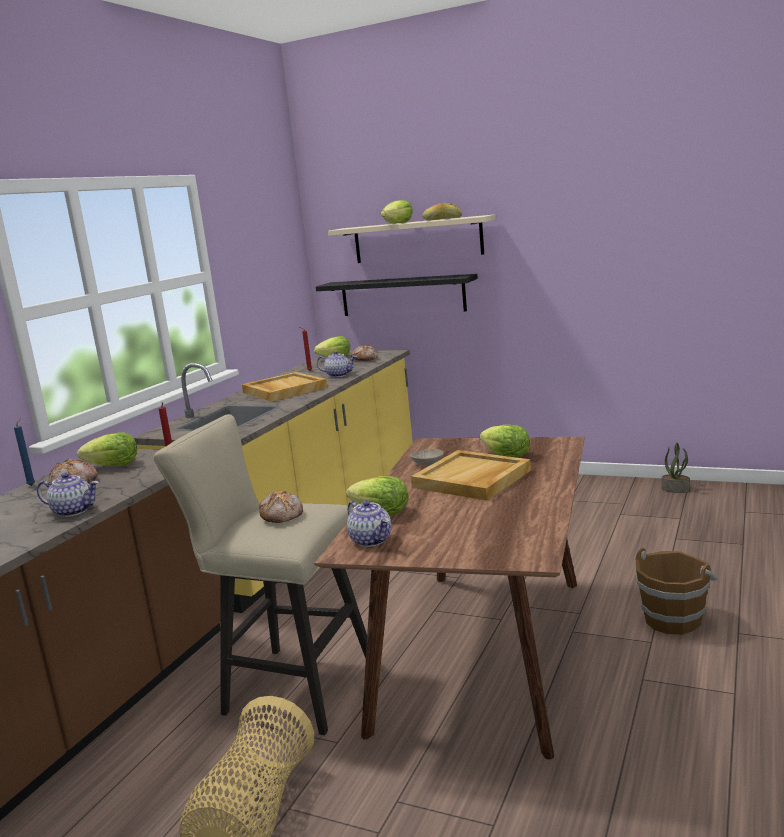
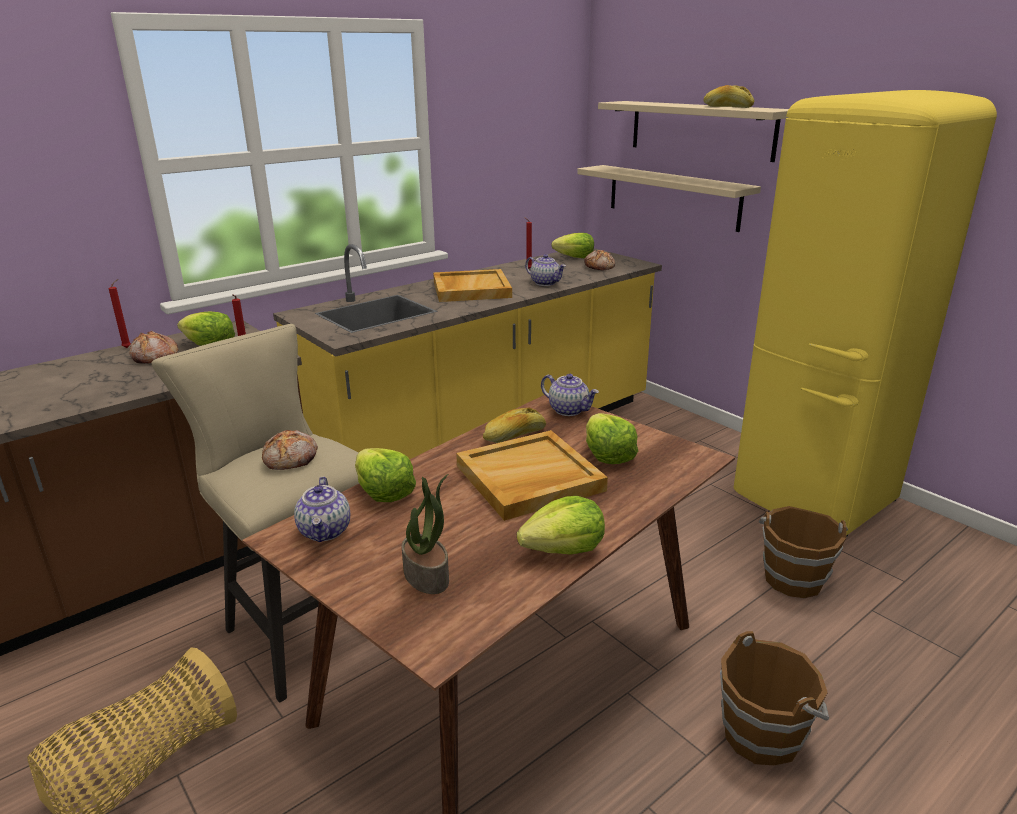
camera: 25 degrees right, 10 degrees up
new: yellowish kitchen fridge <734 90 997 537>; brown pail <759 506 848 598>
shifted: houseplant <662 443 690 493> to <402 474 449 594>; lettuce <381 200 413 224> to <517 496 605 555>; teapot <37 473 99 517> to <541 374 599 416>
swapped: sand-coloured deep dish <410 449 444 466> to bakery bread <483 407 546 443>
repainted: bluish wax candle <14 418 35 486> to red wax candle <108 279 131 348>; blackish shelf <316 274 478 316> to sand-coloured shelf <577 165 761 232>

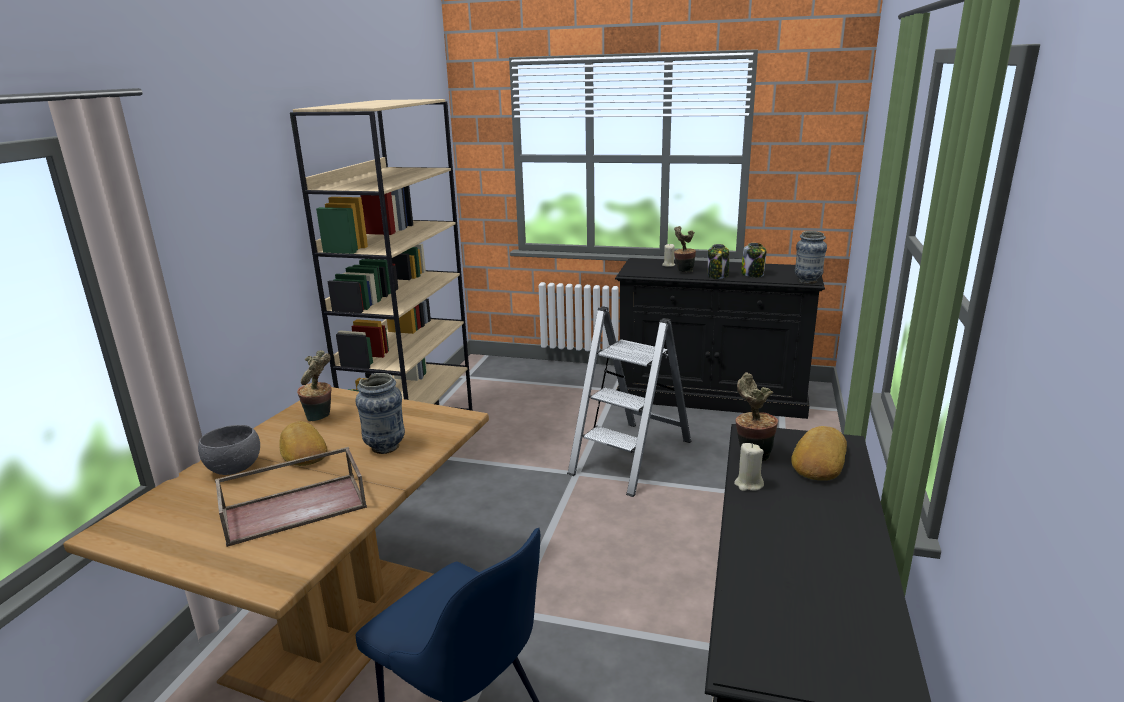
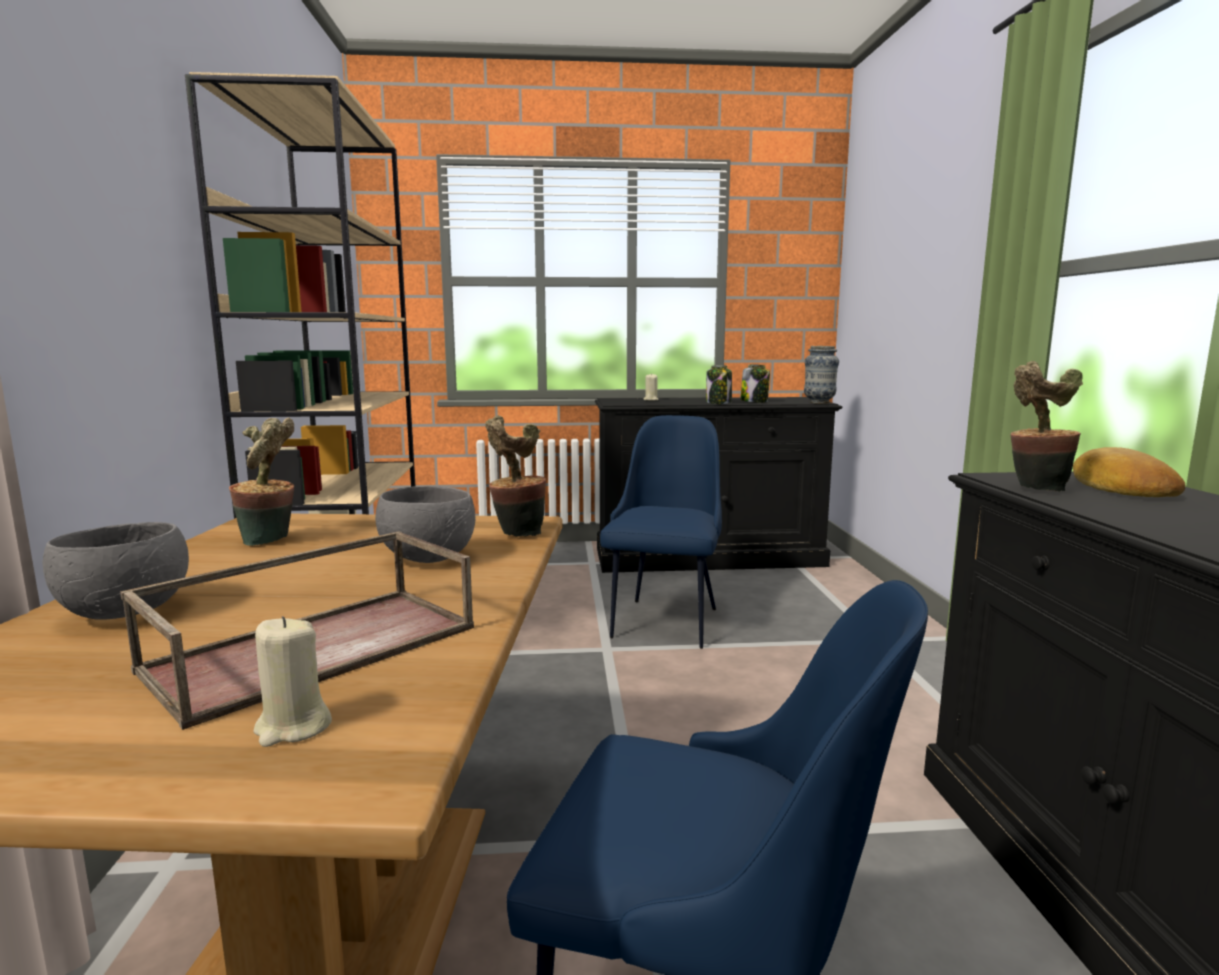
camera: 20 degrees left, 10 degrees down
gone: bakery bread <279 421 328 466>
shifted: sand-coloured wax candle <734 443 764 491> to <254 616 332 747>; houseplant <674 226 696 272> to <485 415 546 537>
swapped: decorative vase <355 373 405 454> to gray deep dish <375 486 475 563>; gray step stool <567 306 691 497> to bluish plain chair <600 415 722 649>

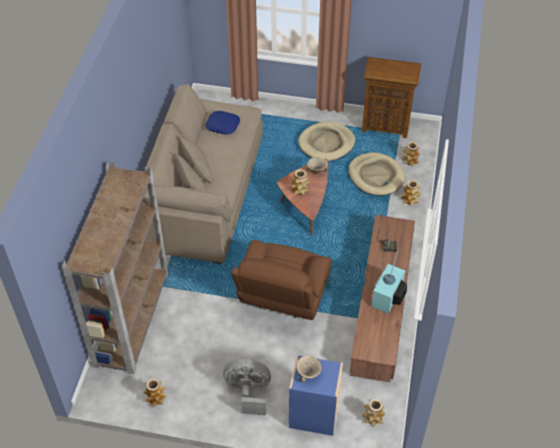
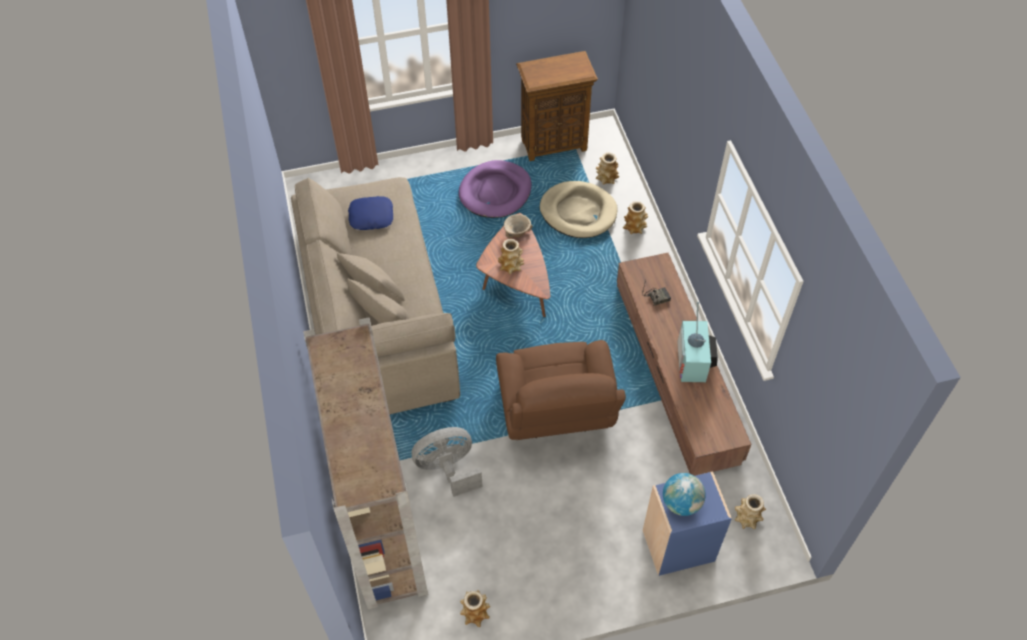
camera: 25 degrees left, 5 degrees up
shifted: gray cooling fan <223 359 271 415> to <412 427 483 497>
swapped: sand-coloured deep dish <296 355 321 382> to world globe <663 473 706 516>
repainted: sand-coloured dog bed <298 122 355 161> to purple-coloured dog bed <459 160 532 218>

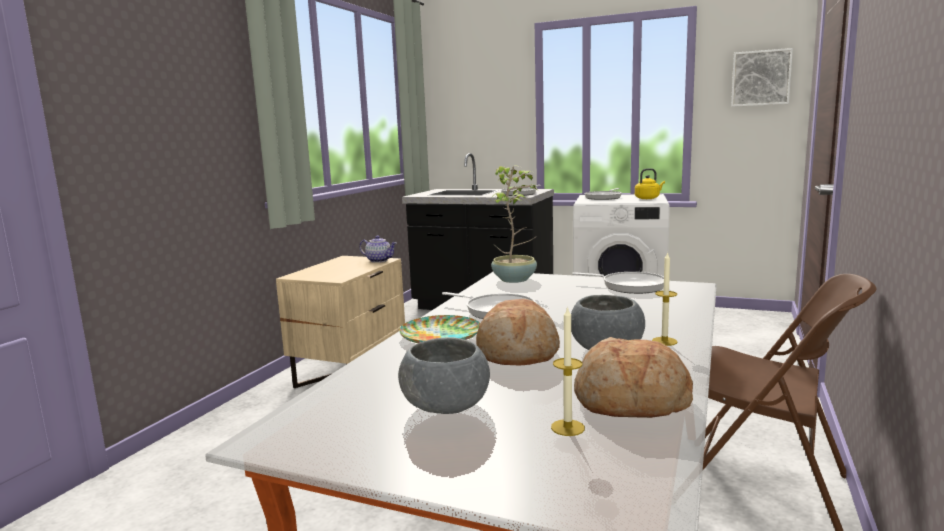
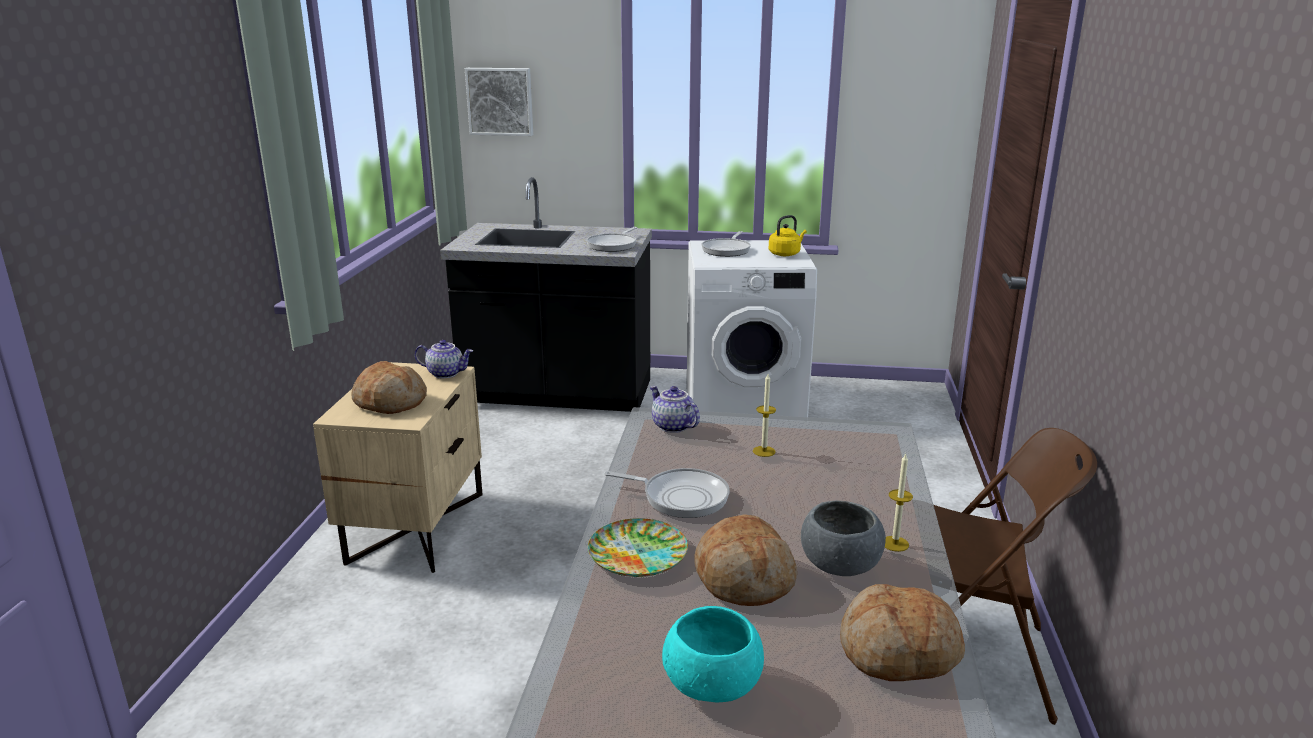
camera: 15 degrees left, 10 degrees up
gone: pan <572 272 664 294>
new: bakery bread <351 361 427 414>
shifted: wall picture <731 48 793 107> to <465 68 533 136>; wax candle <551 306 585 436> to <753 374 776 457>
swapped: houseplant <490 165 538 283> to teapot <650 386 700 433>
repainted: gray deep dish <398 337 490 414> to turquoise-coloured deep dish <662 606 764 702>

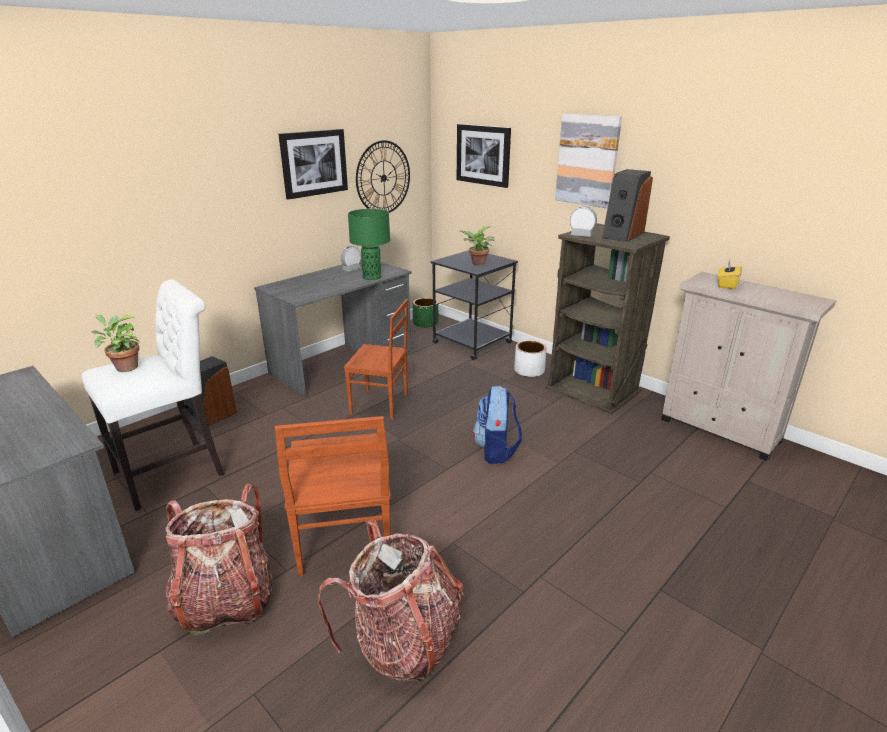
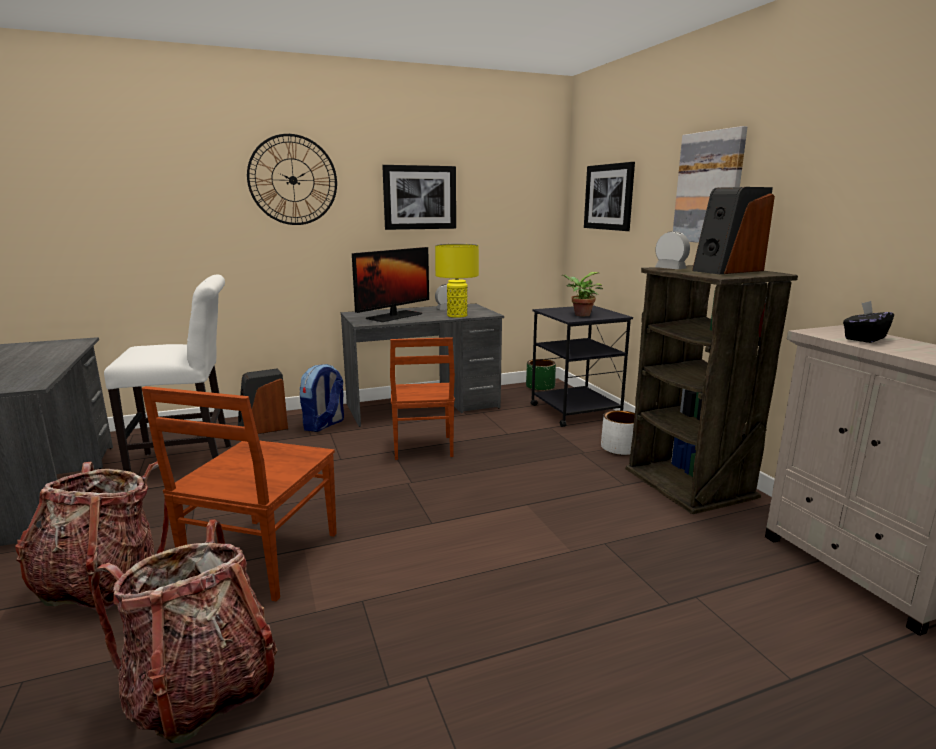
camera: 25 degrees right, 10 degrees down
gone: houseplant <91 315 141 372>
new: computer display <352 247 429 322>
shifted: hanging clock <356 140 410 213> to <247 134 337 225>; rucksack <473 386 522 464> to <299 364 344 432>
repainted: green table lamp <348 209 390 280> to yellowish table lamp <435 244 479 318>; yellowish tissue holder <718 260 742 289> to blackish tissue holder <843 301 894 343>
rotated: brown plain chair <344 299 408 420> = <390 337 455 460> 45 degrees clockwise

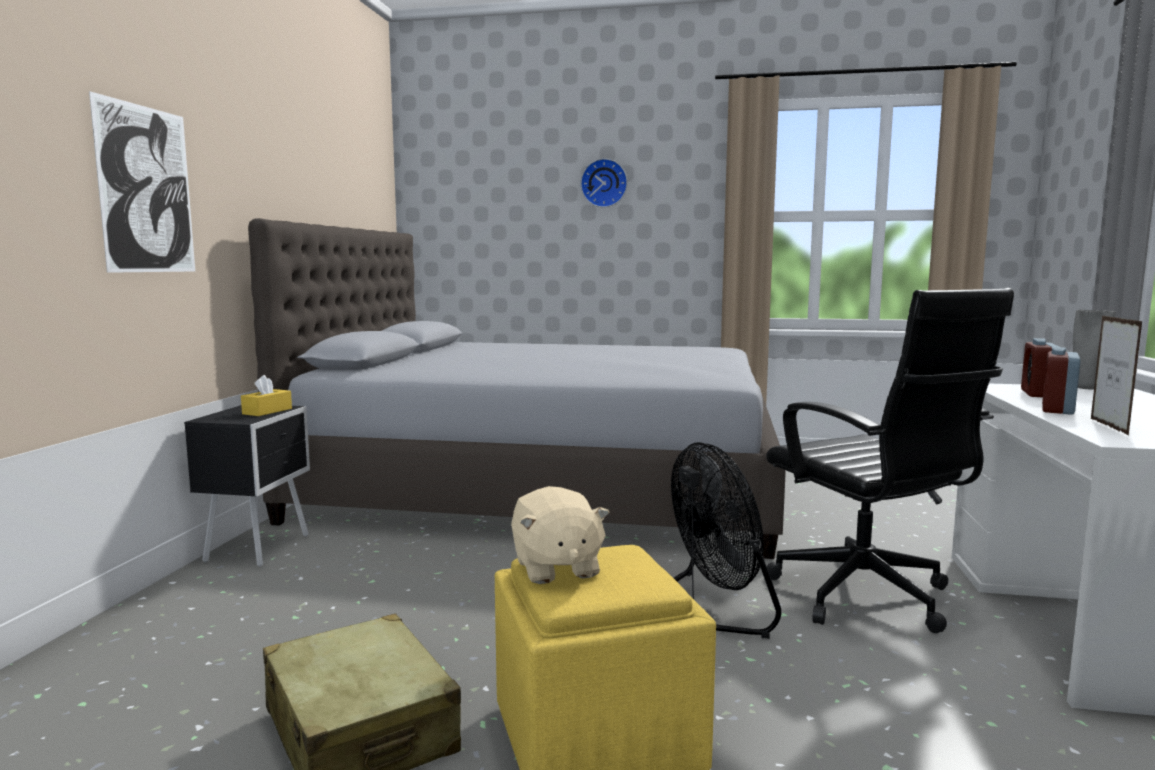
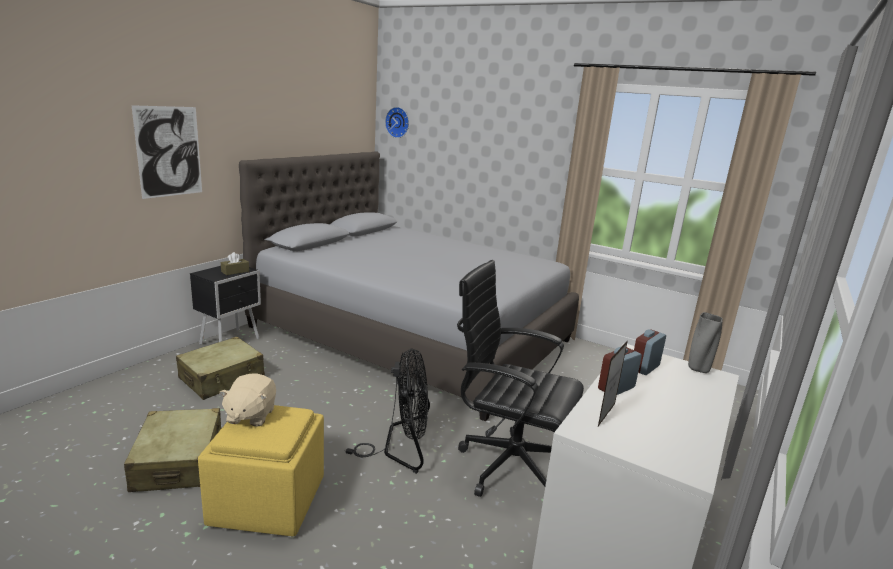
camera: 20 degrees right, 10 degrees up
new: sand-coloured suitcase <176 337 265 400>
shifted: hanging clock <580 158 628 208> to <385 107 409 138>
repainted: yellowish tissue holder <241 375 292 416> to brown tissue holder <221 252 249 275>
rotated: blackish computer chair <766 288 1014 633> = <457 260 584 497> 120 degrees clockwise

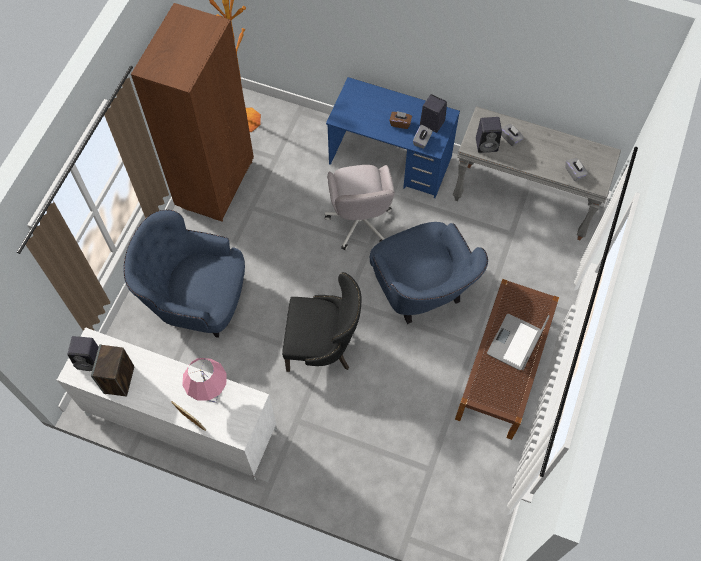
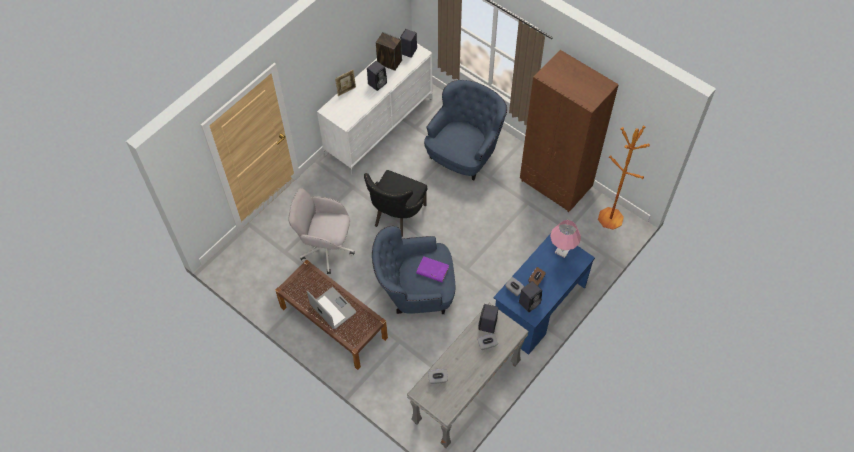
camera: 110 degrees right, 5 degrees down
new: blackish loudspeaker <367 61 387 91>; purple-coloured volume <416 256 449 282>
shifted: gray computer chair <325 165 395 250> to <289 188 355 274>; pink-coloured table lamp <182 358 227 403> to <550 220 581 258>

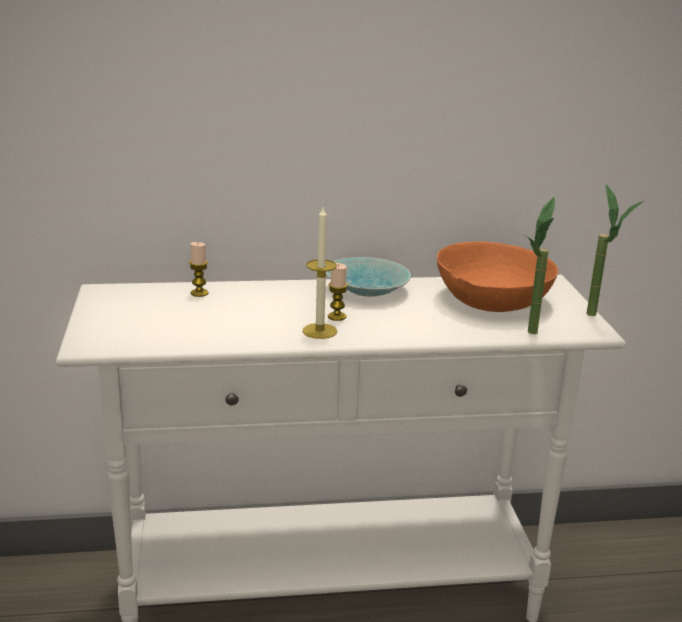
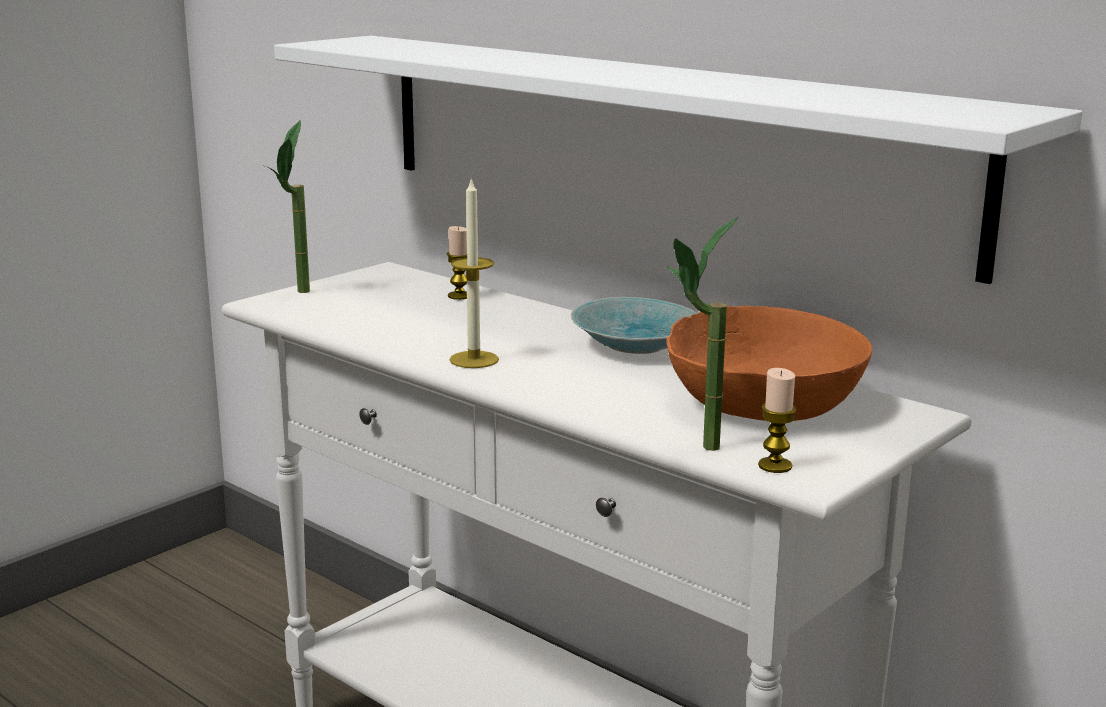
camera: 50 degrees right, 5 degrees down
new: white shelf <274 36 1082 284>
shifted: houseplant <586 184 643 316> to <265 120 310 293>; wax candle <328 263 348 321> to <758 368 797 473>

